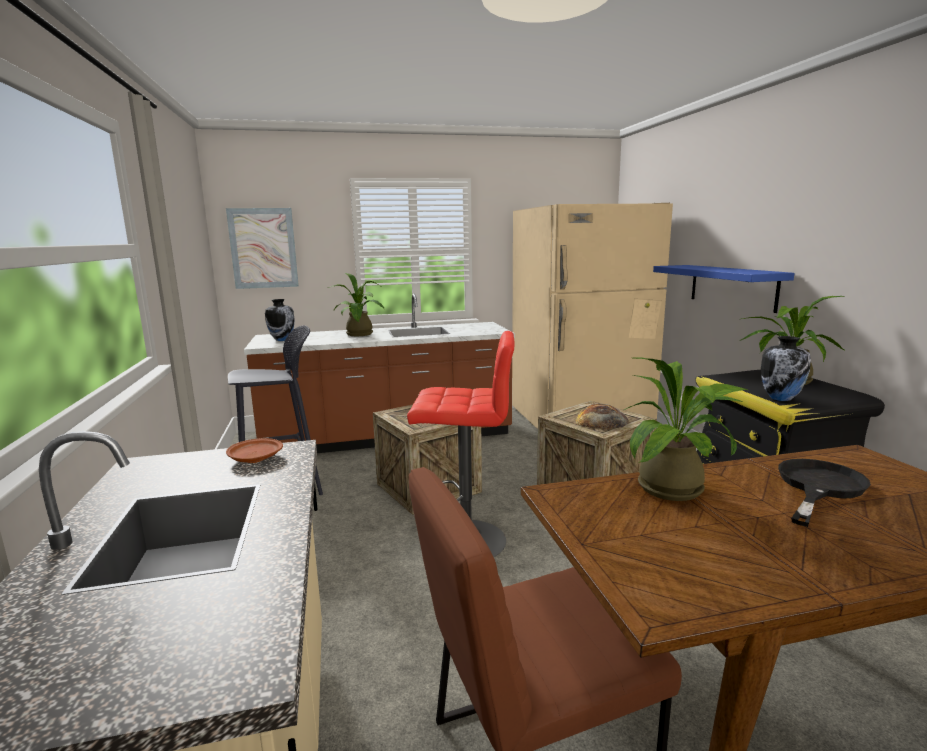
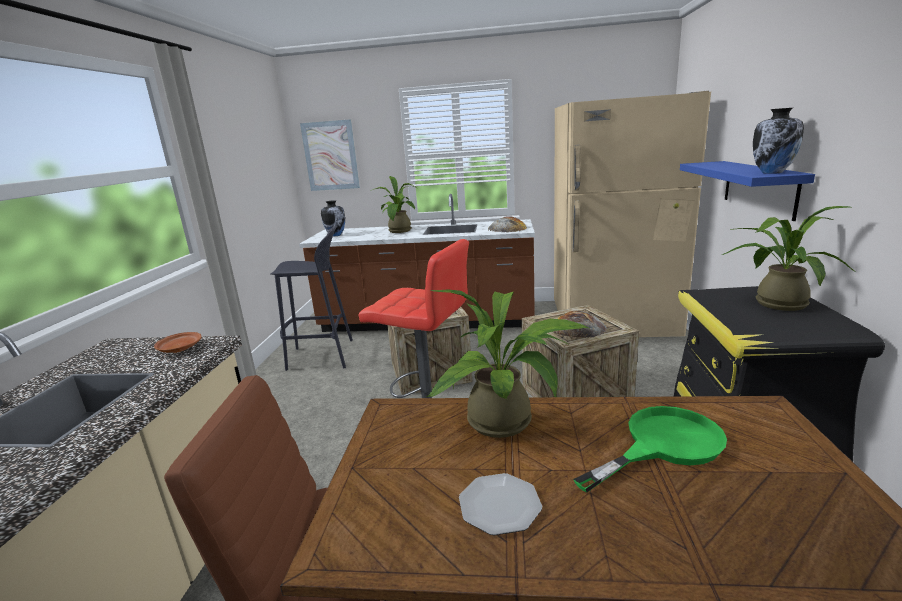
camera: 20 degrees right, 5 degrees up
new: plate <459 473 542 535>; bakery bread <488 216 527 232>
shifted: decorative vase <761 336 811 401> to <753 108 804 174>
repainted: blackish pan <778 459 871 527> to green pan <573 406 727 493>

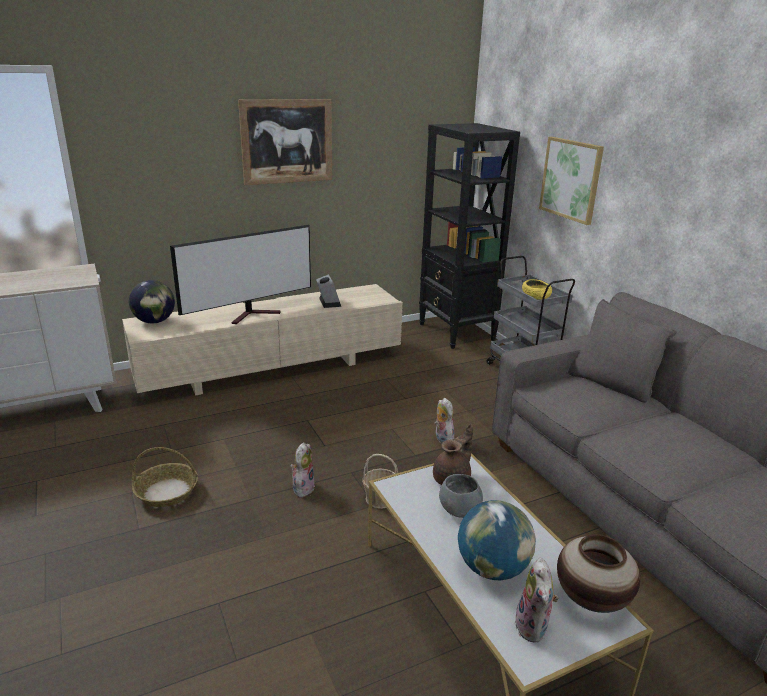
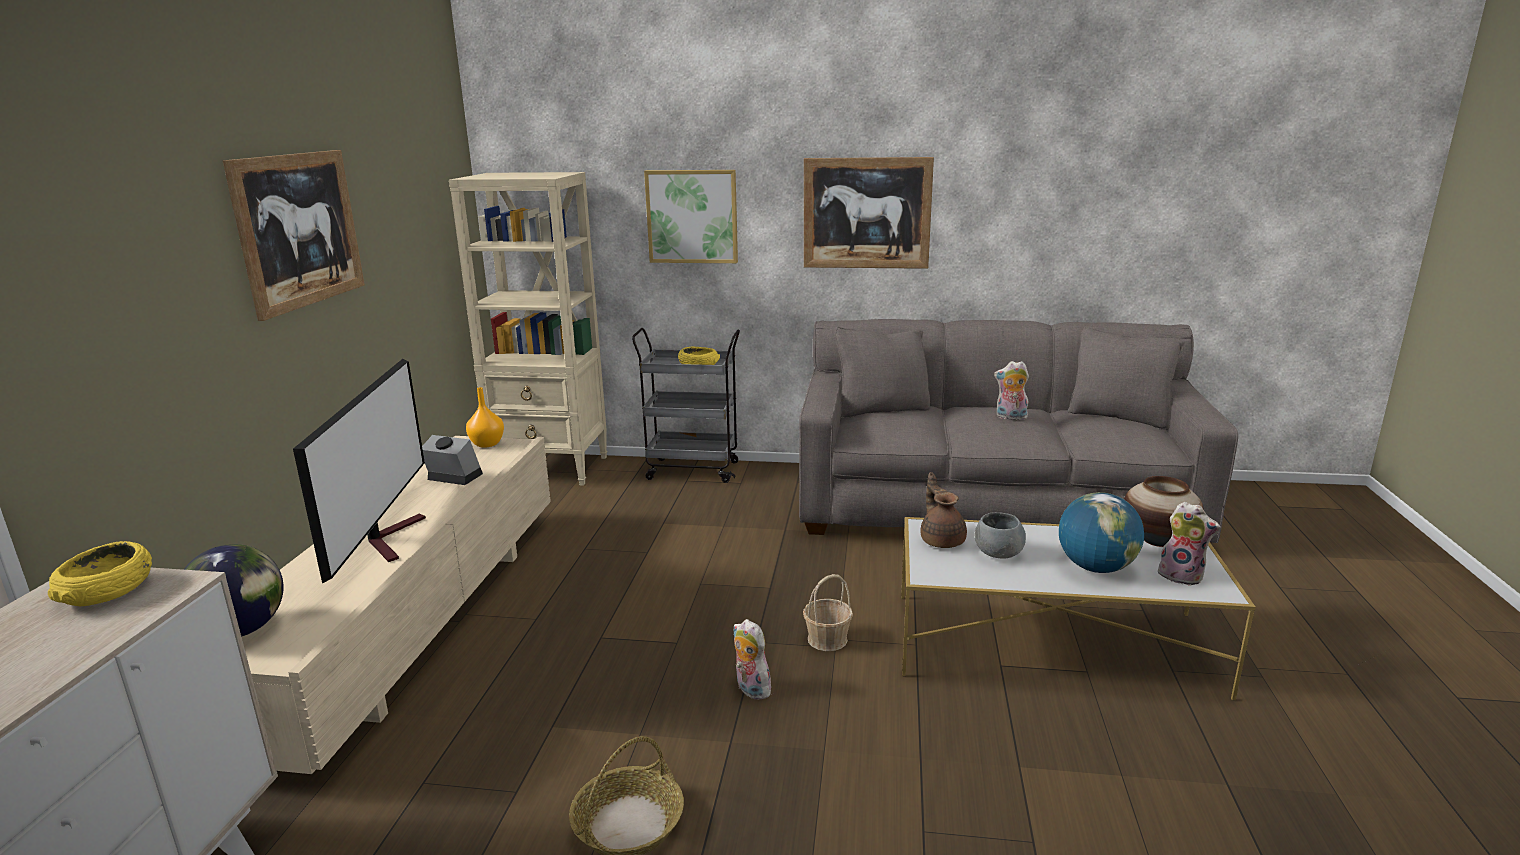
camera: 55 degrees left, 5 degrees down
new: yellowish deep dish <48 541 152 606>; orangey decorative vase <466 387 504 448>; wall picture <804 157 934 269>
shifted: plush toy <435 398 455 444> to <994 361 1029 420>
repainted: blackish bookcase <419 123 520 349> to sand-coloured bookcase <449 172 607 486>

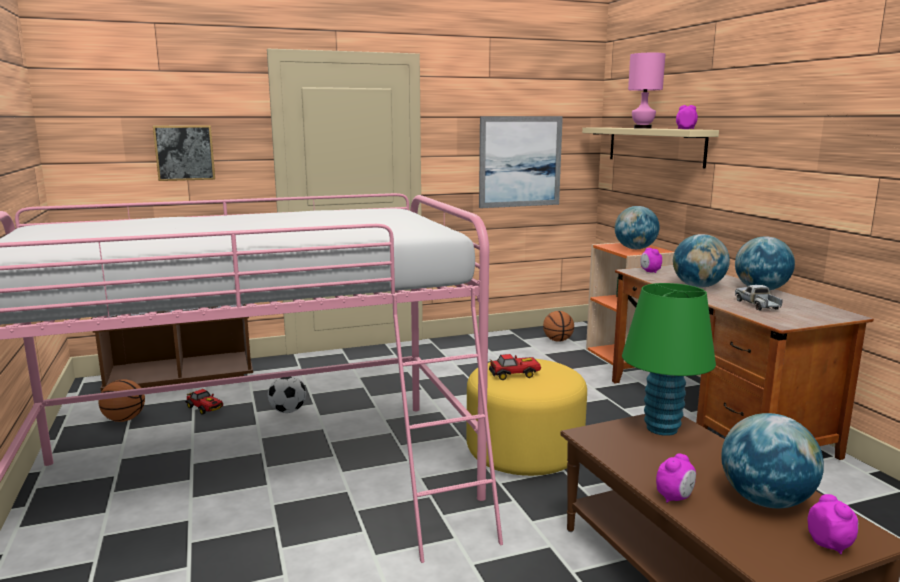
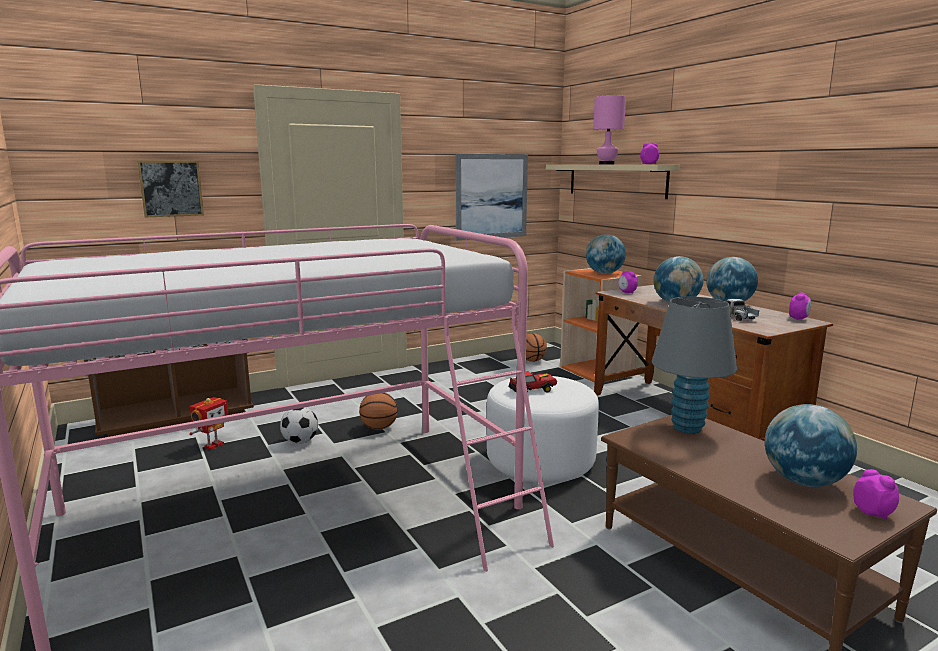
camera: 10 degrees left, 0 degrees up
shifted: ball for basketball <98 379 145 422> to <359 392 398 430>; alarm clock <656 453 696 503> to <789 292 811 320>
swapped: miniature car <185 389 223 415> to toy robot <189 397 228 450>
repainted: yellowish footrest <466 359 587 476> to white footrest <487 376 599 483>; green table lamp <622 283 716 436> to gray table lamp <652 297 737 434>

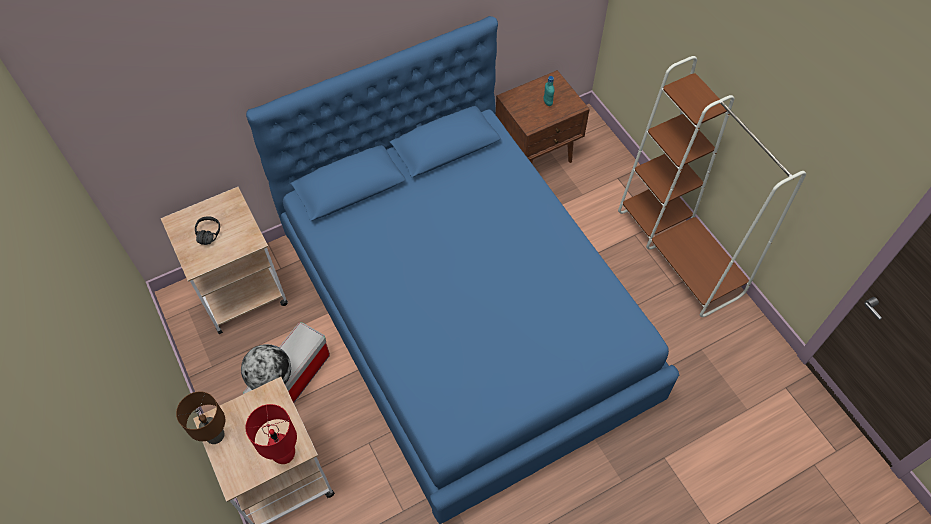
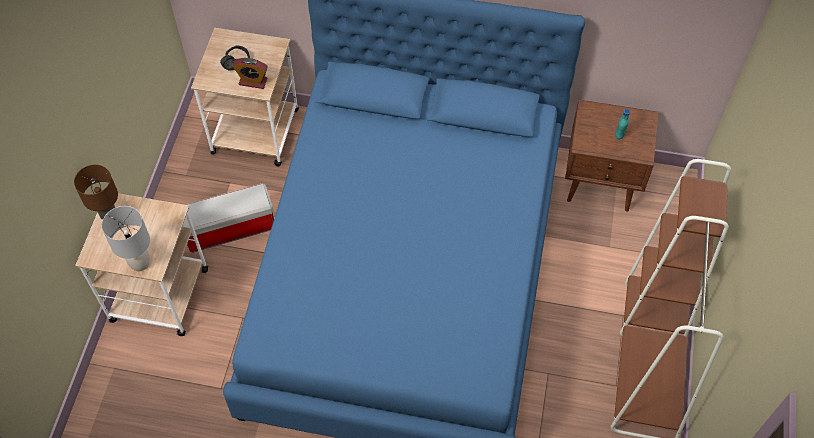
camera: 40 degrees right, 0 degrees up
gone: world globe <241 344 291 390>
new: alarm clock <233 58 268 89>
repainted: red table lamp <246 404 297 464> to gray table lamp <102 206 150 271>

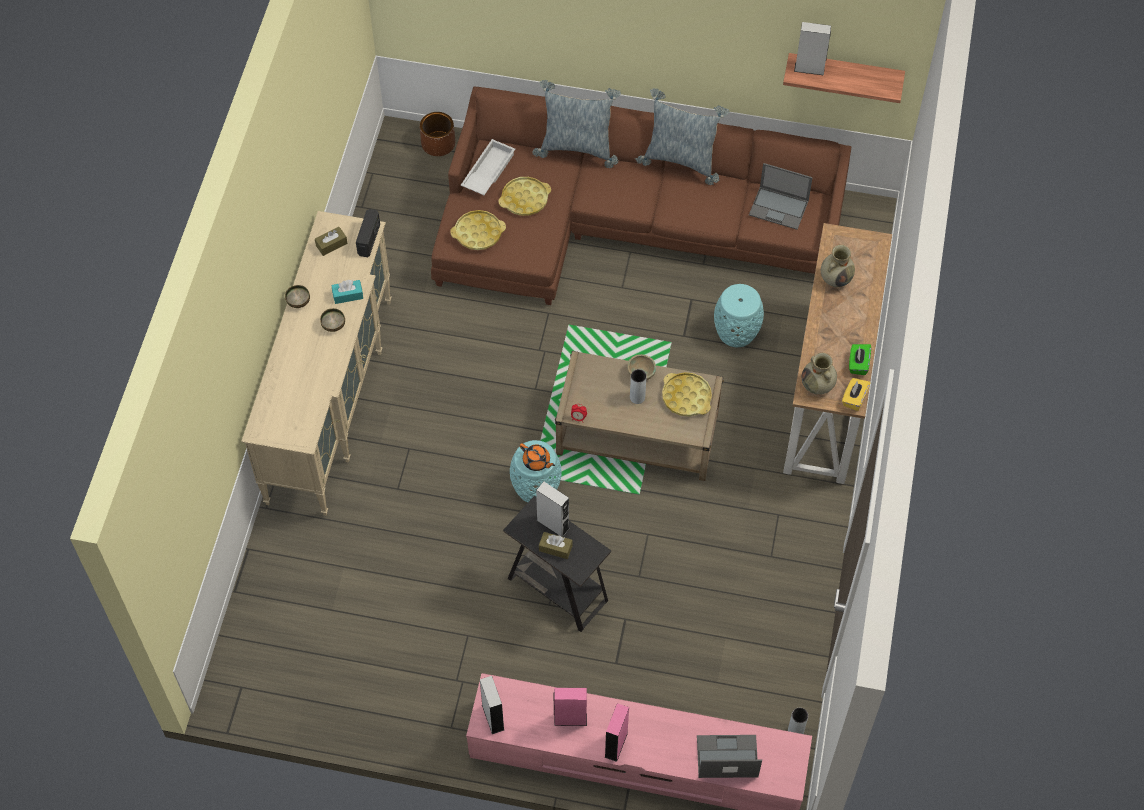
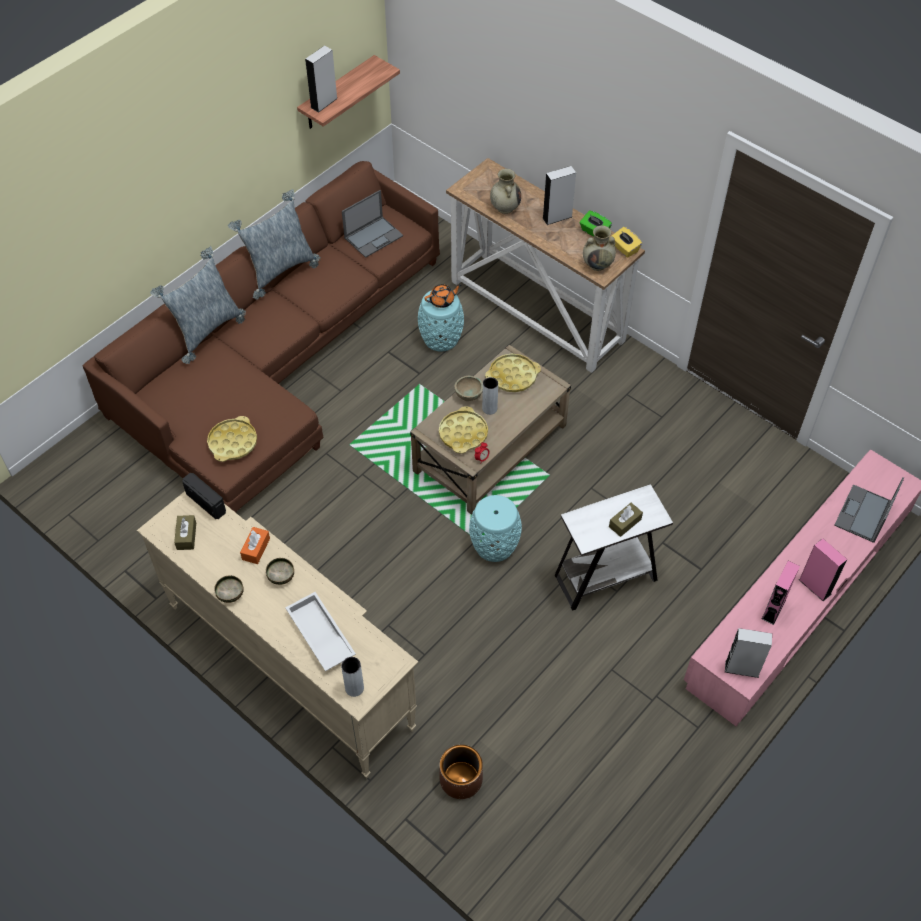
camera: 60 degrees left, 5 degrees down
shifted: white carrying tray <461 139 515 195> to <285 592 356 671>; gray decorative vase <788 708 808 734> to <341 657 364 697>; orangey teapot <520 443 555 471> to <424 284 461 308>; yellowish carrying tray <498 177 551 216> to <439 406 488 454>; brown flower pot <420 112 455 156> to <439 744 483 799>; gray loudspeaker <536 482 569 537> to <543 166 576 225>
repainted: turquoise-coloured tissue holder <332 280 363 304> to orangey tissue holder <240 527 270 564>; blackish end table <503 496 611 632> to white end table <555 484 673 611>

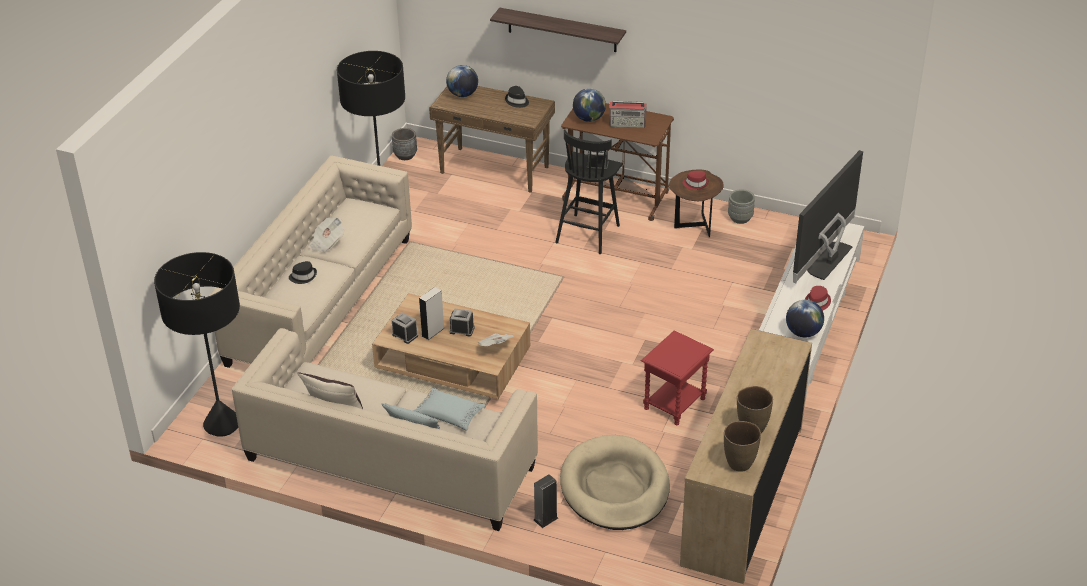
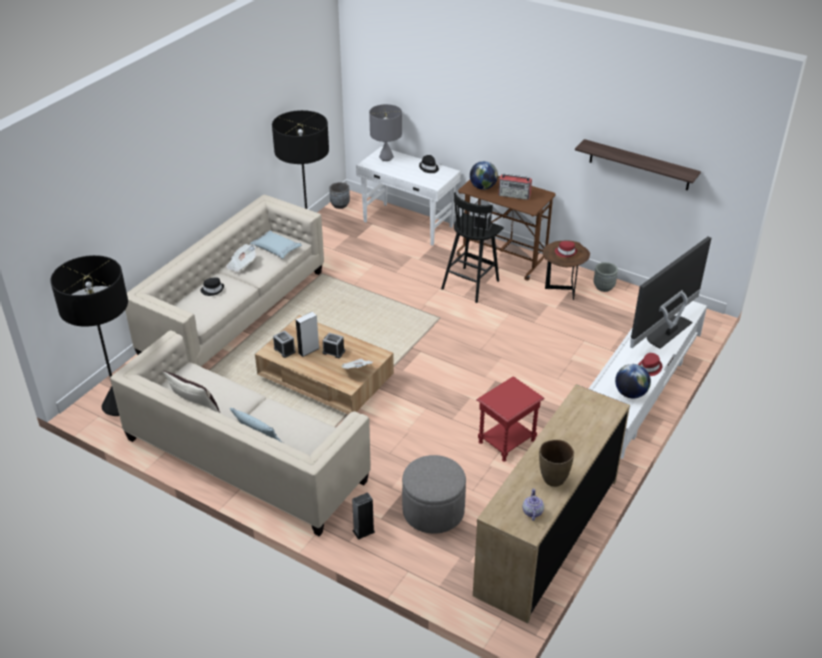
camera: 10 degrees right, 0 degrees up
shifted: bluish throw pillow <414 388 485 431> to <250 230 302 259>; shelf <490 8 626 52> to <575 139 701 190>
swapped: world globe <446 65 478 97> to gray table lamp <369 104 402 161>; sand-coloured dog bed <560 435 670 530> to gray footrest <402 455 466 534>; brown decorative vase <724 421 761 472> to teapot <523 489 544 521>
repainted: brown console table <429 86 555 193> to white console table <356 147 461 246>

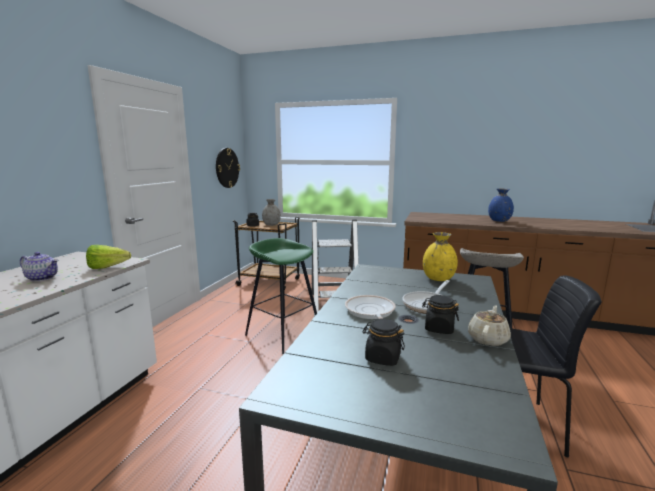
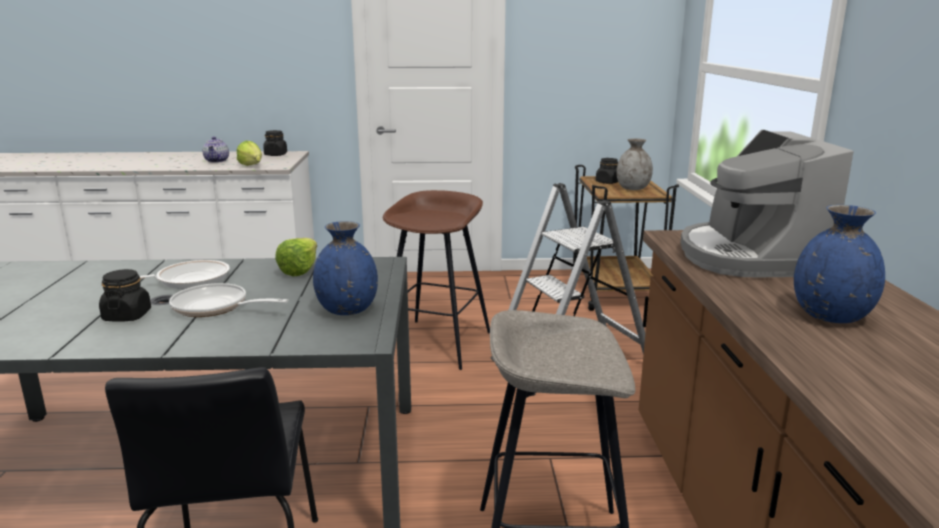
camera: 70 degrees right, 5 degrees up
gone: hanging clock <216 148 240 188>; sand-coloured teapot <468 305 511 346>
new: lettuce <275 238 317 276>; coffee brewer <680 130 854 277>
shifted: blackish preserve jar <362 318 405 366> to <263 130 287 156>
repainted: yellowish decorative vase <423 232 458 281> to bluish decorative vase <313 221 378 315>; green sitting stool <245 238 317 354> to brown sitting stool <383 190 490 370>

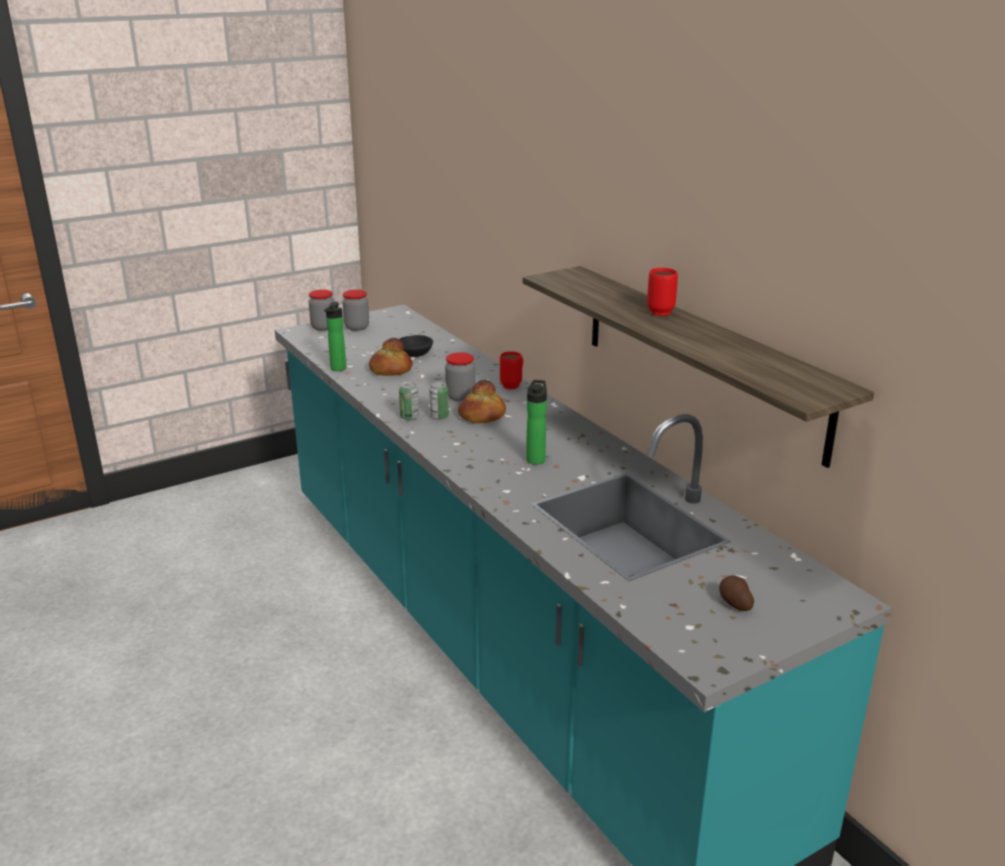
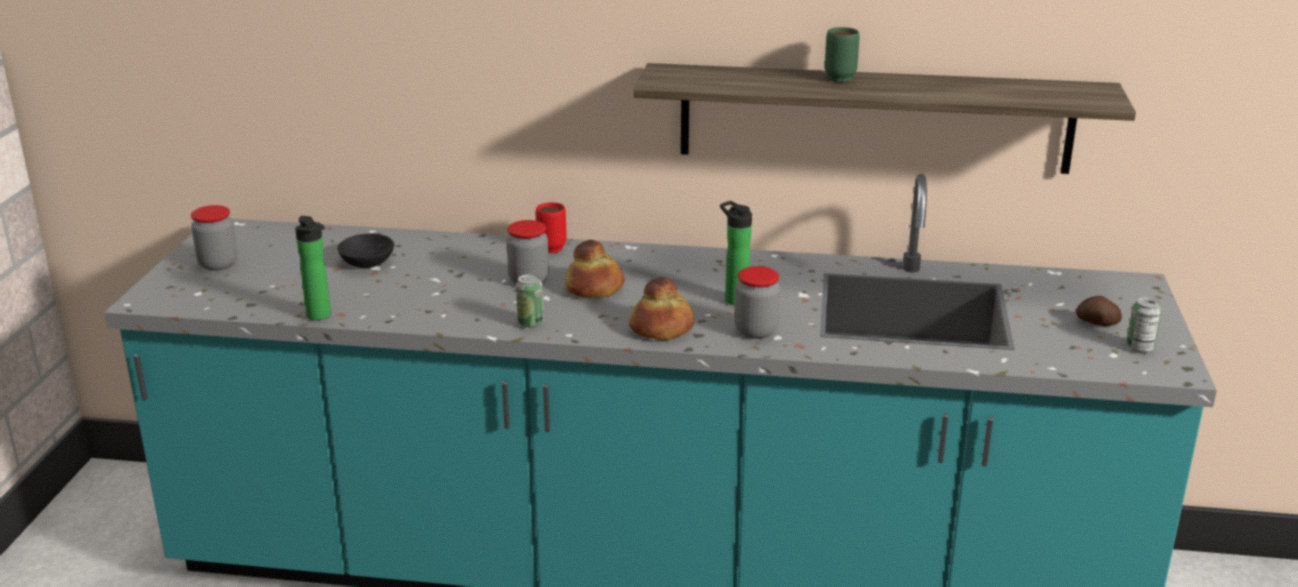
camera: 50 degrees left, 0 degrees up
shifted: bakery bread <369 338 413 376> to <629 277 694 340>; preserve jar <308 290 334 331> to <735 266 780 339>; can <429 381 449 420> to <1126 297 1162 353>
repainted: red tea mug <647 268 678 316> to green tea mug <825 27 860 82>

